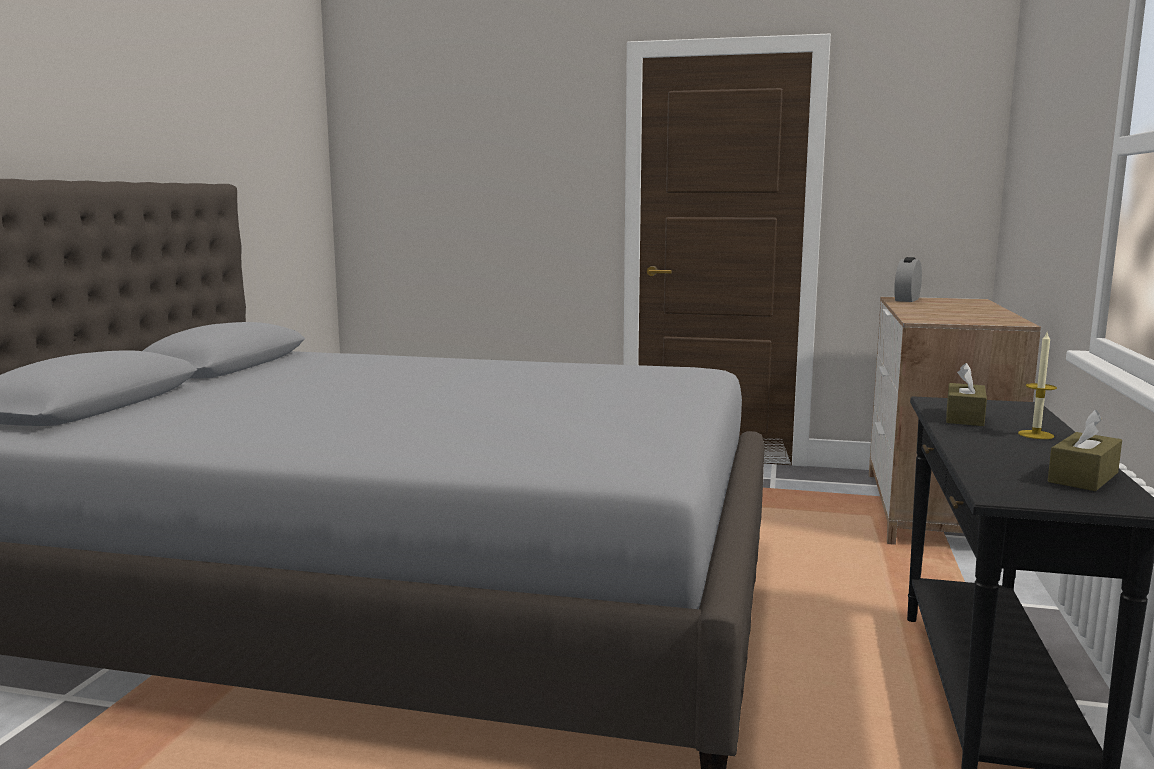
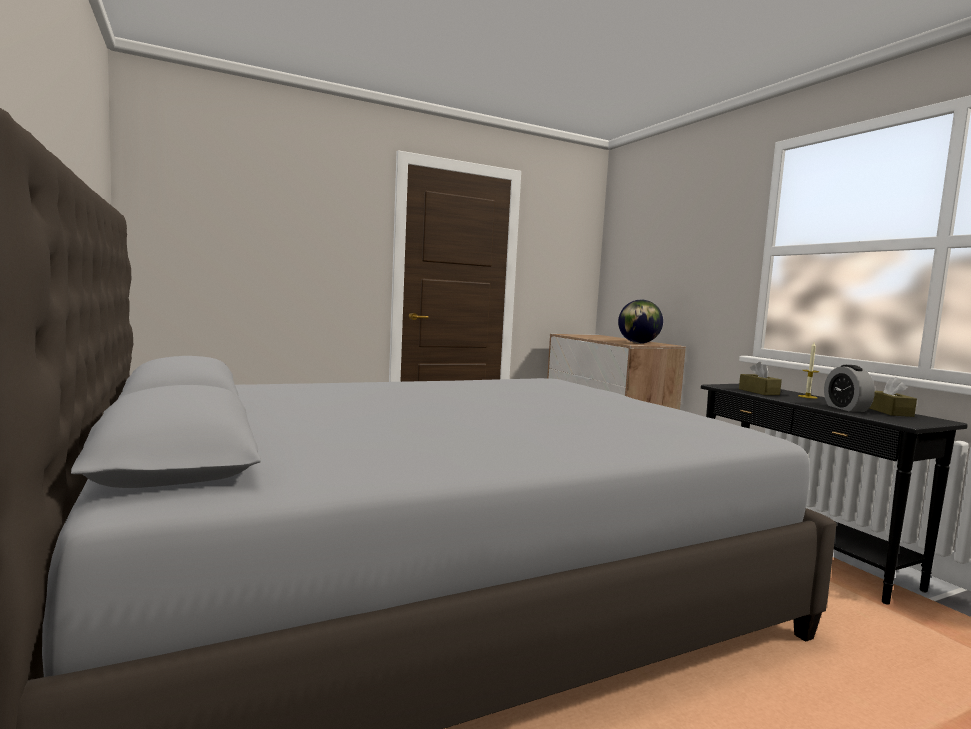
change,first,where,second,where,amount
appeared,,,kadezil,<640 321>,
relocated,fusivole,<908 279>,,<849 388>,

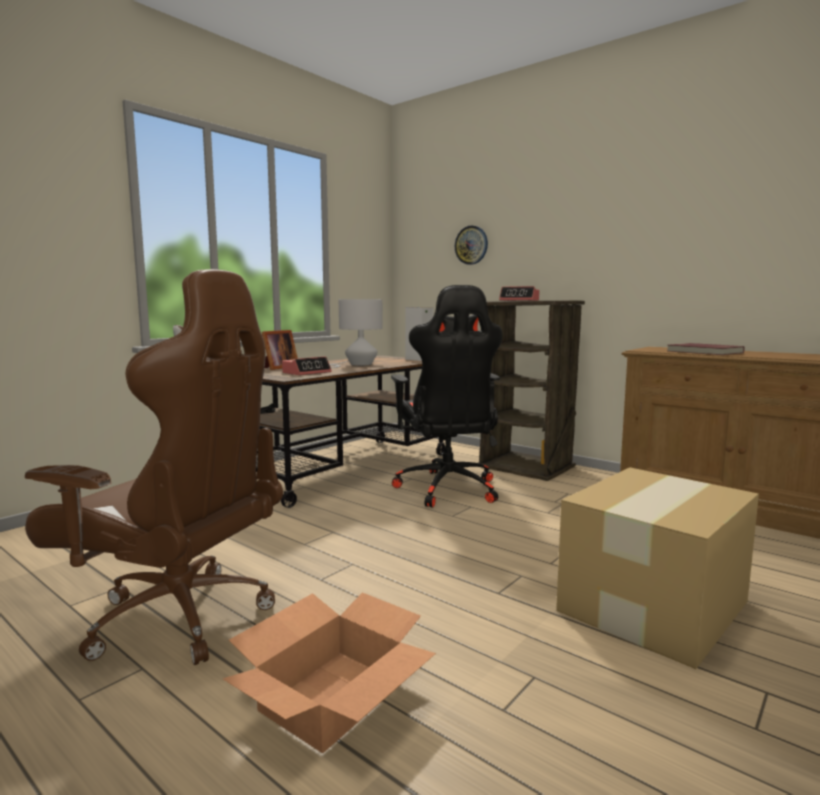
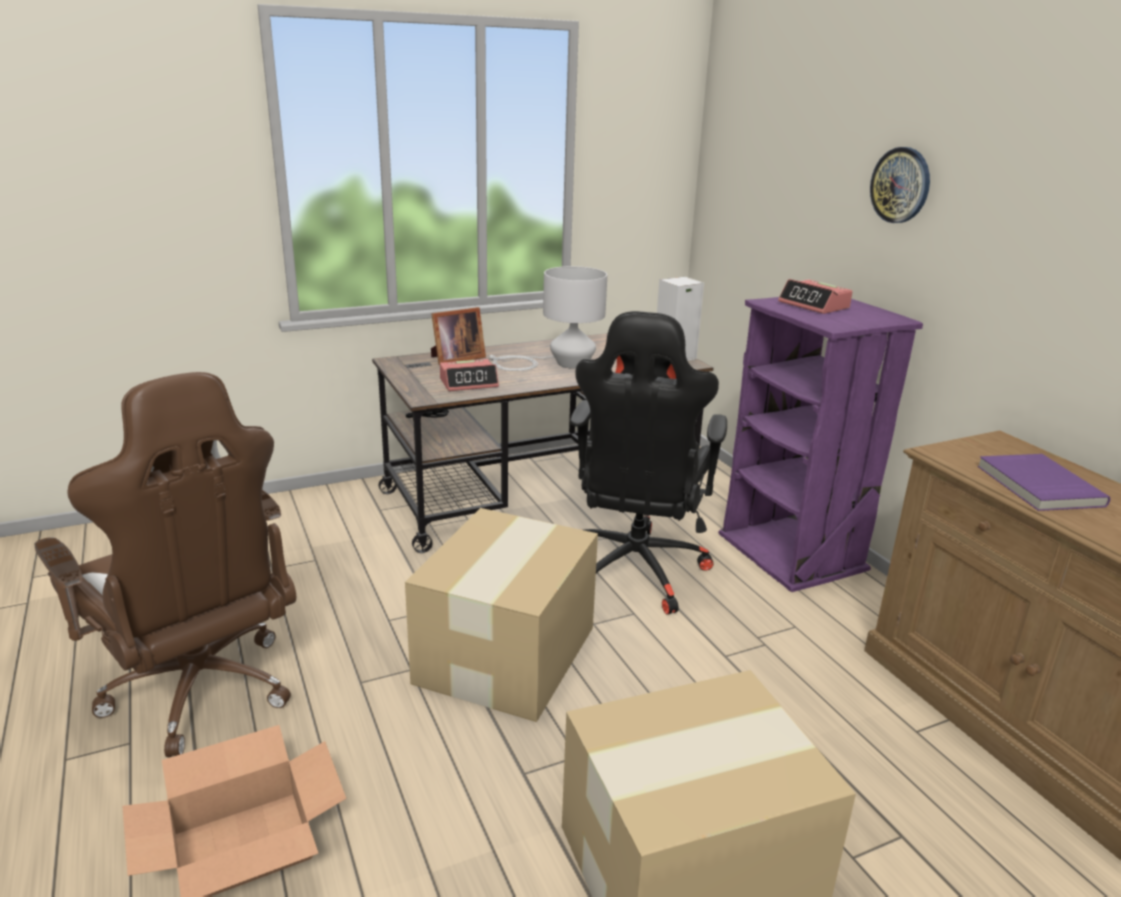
change,first,where,second,where,amount
appeared,,,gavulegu,<501 615>,
relocated,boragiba,<471 245>,,<900 185>,
colour,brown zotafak,<531 391>,purple zotafak,<820 444>,
colour,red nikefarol,<706 349>,purple nikefarol,<1044 482>,

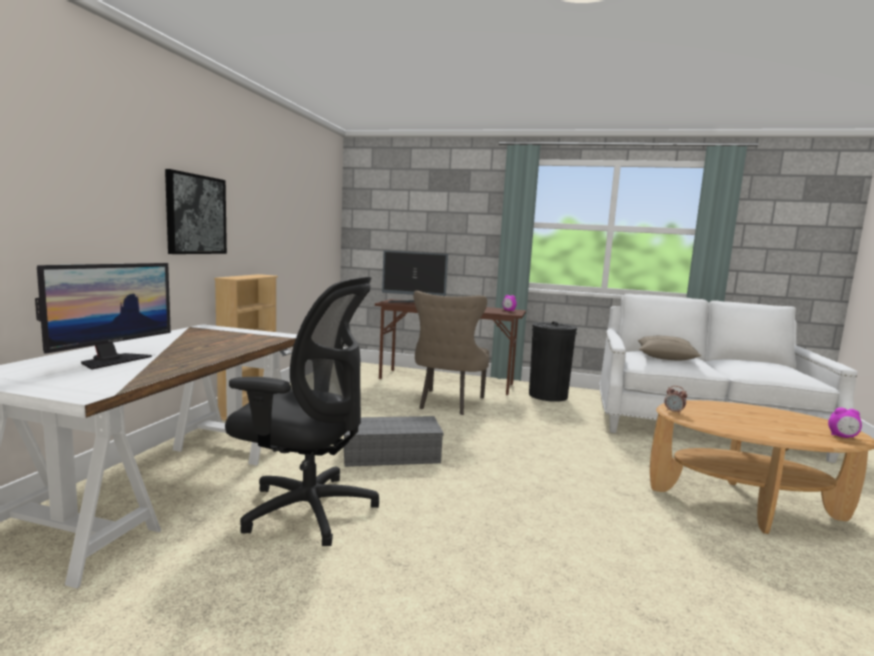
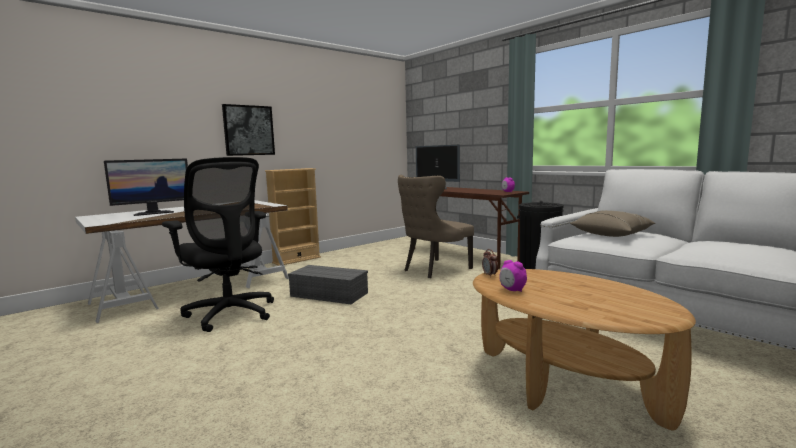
change,first,where,second,where,amount
relocated,fusivole,<845 423>,,<513 276>,

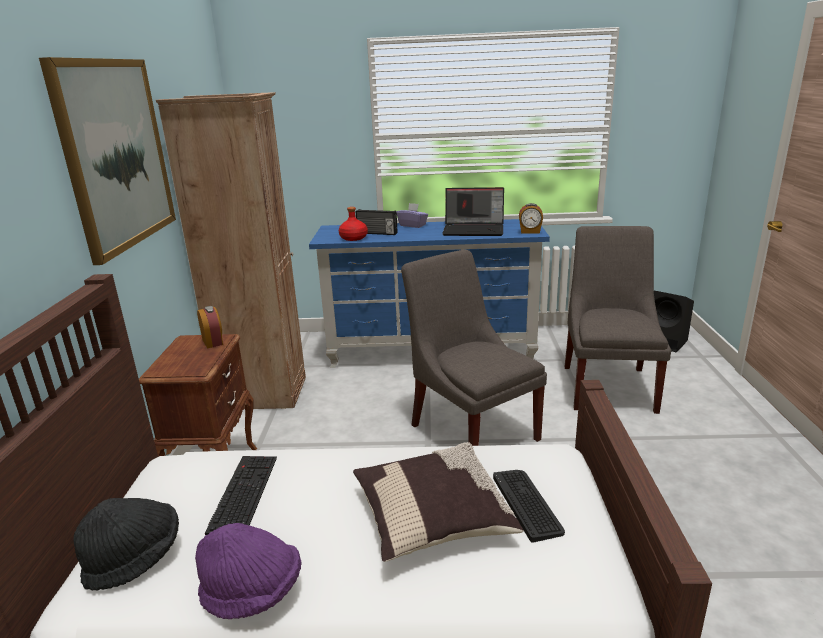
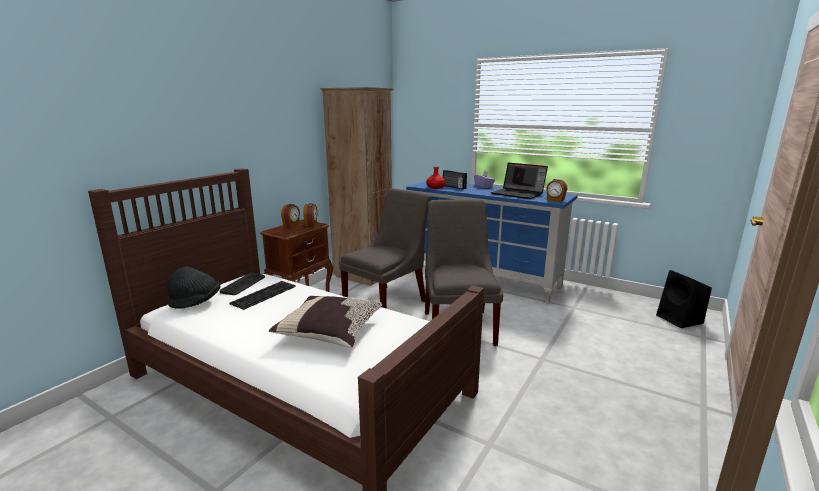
change,first,where,second,where,amount
missing,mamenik,<107 161>,,,
missing,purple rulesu,<248 571>,,,
appeared,,,fusivole,<290 216>,
relocated,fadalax,<529 506>,,<242 283>,
relocated,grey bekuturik,<617 320>,,<384 248>,

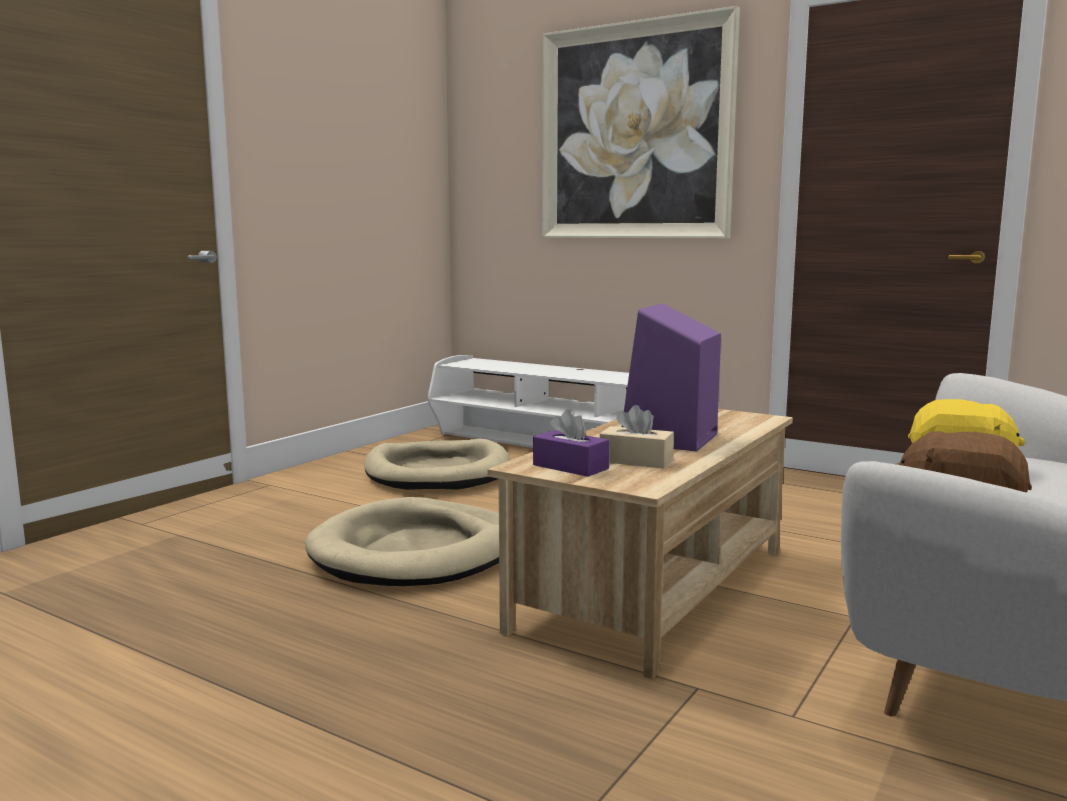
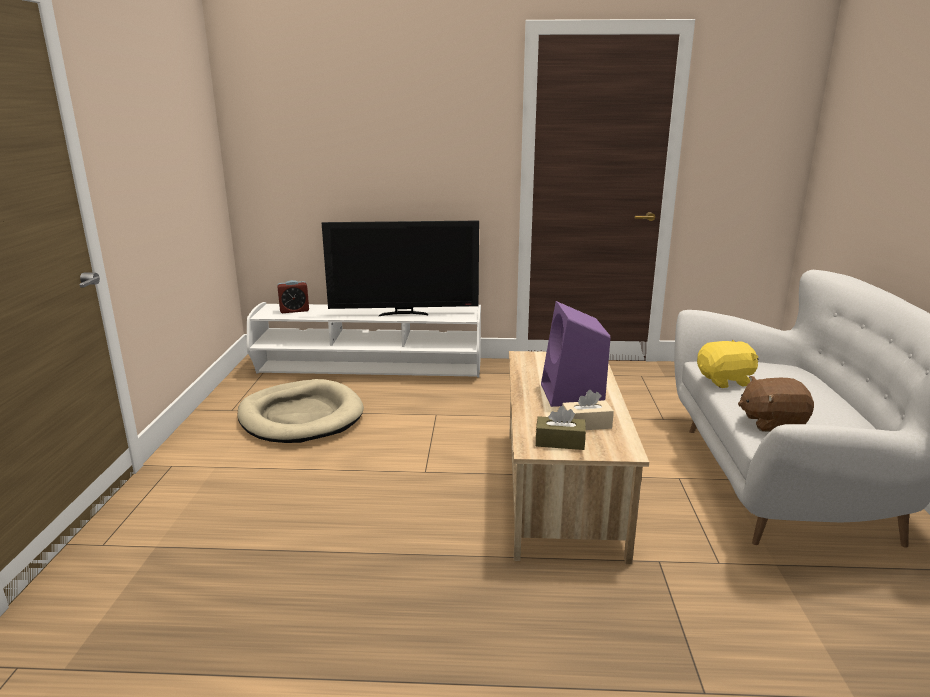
change,first,where,second,where,amount
missing,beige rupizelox,<402 541>,,,
missing,mamenik,<641 122>,,,
appeared,,,fusivole,<293 296>,
appeared,,,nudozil,<400 268>,
colour,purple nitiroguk,<571 443>,brown nitiroguk,<561 428>,

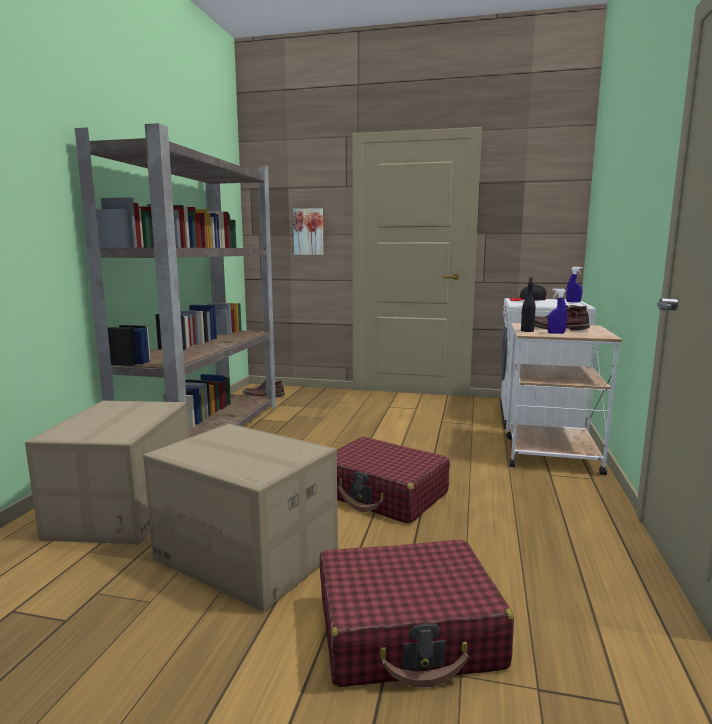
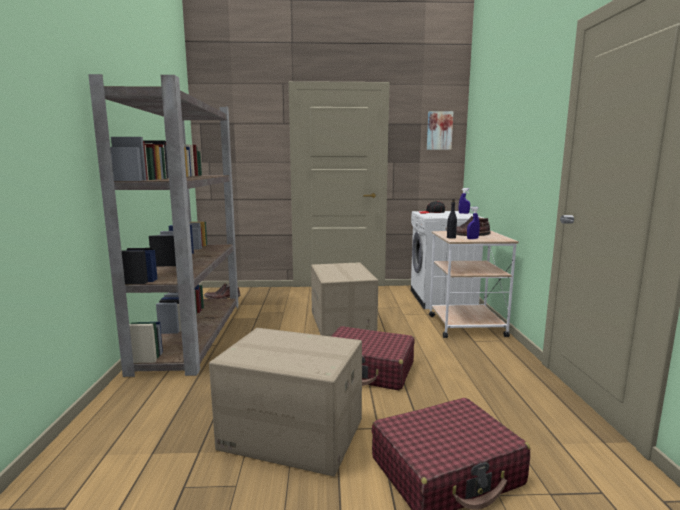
change,first,where,second,where,amount
relocated,gavulegu,<107 472>,,<344 299>,
relocated,mamenik,<308 231>,,<440 130>,

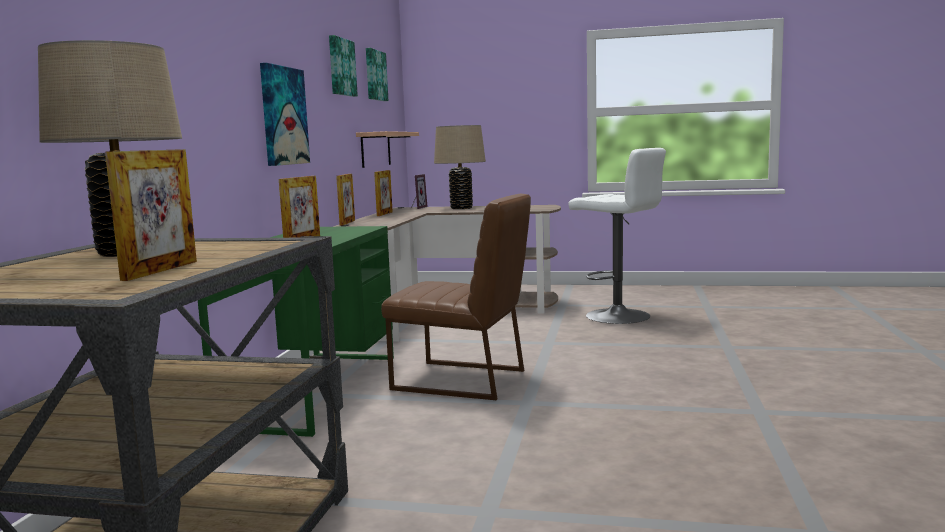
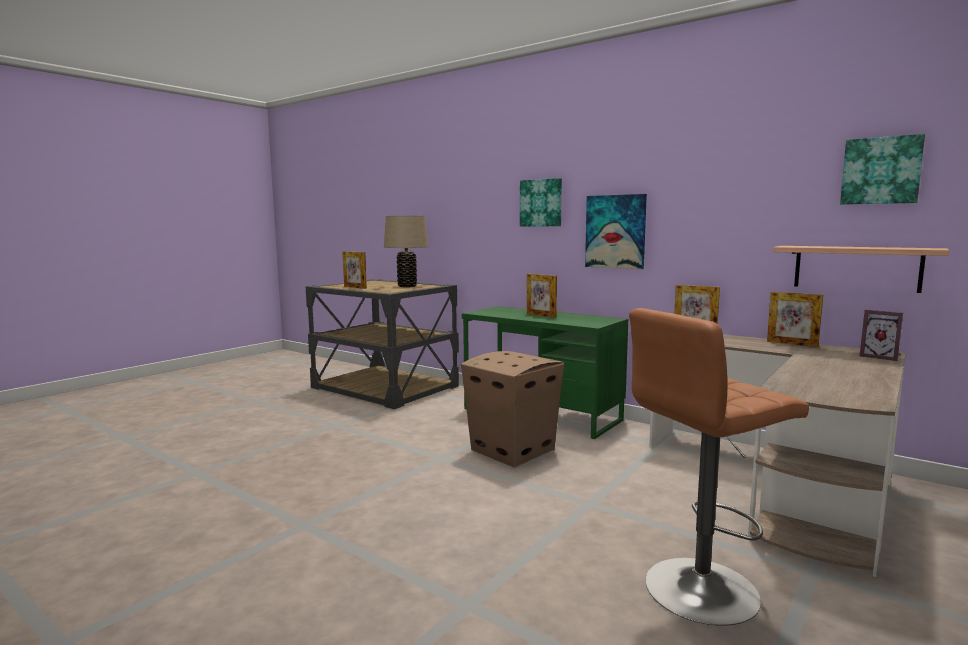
change,first,where,second,where,amount
missing,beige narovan,<460 167>,,,
relocated,mamenik,<343 66>,,<541 202>,
exchanged,brown bekuturik,<456 297>,gavulegu,<512 409>,
colour,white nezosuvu,<617 236>,brown nezosuvu,<719 467>,

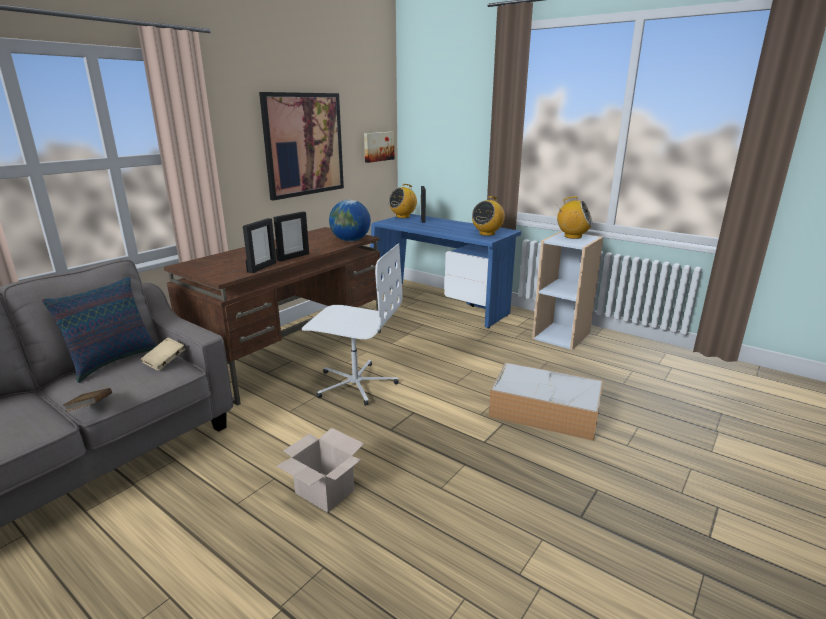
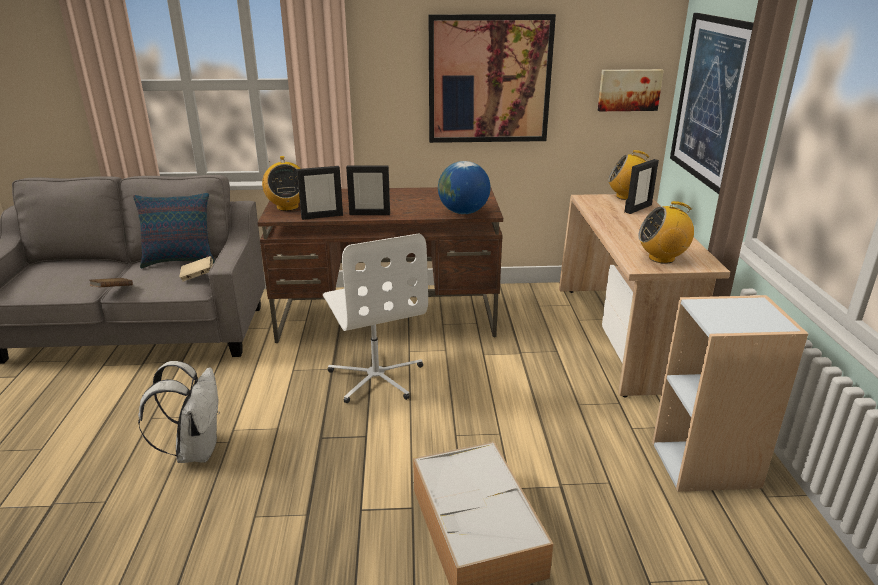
change,first,where,second,where,amount
appeared,,,mamenik,<712 103>,
relocated,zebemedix,<574 217>,,<281 183>,
exchanged,gavulegu,<320 470>,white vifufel,<179 412>,
colour,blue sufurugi,<445 271>,beige sufurugi,<644 296>,

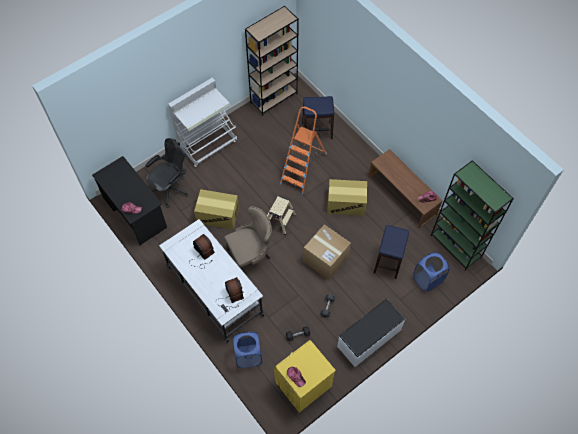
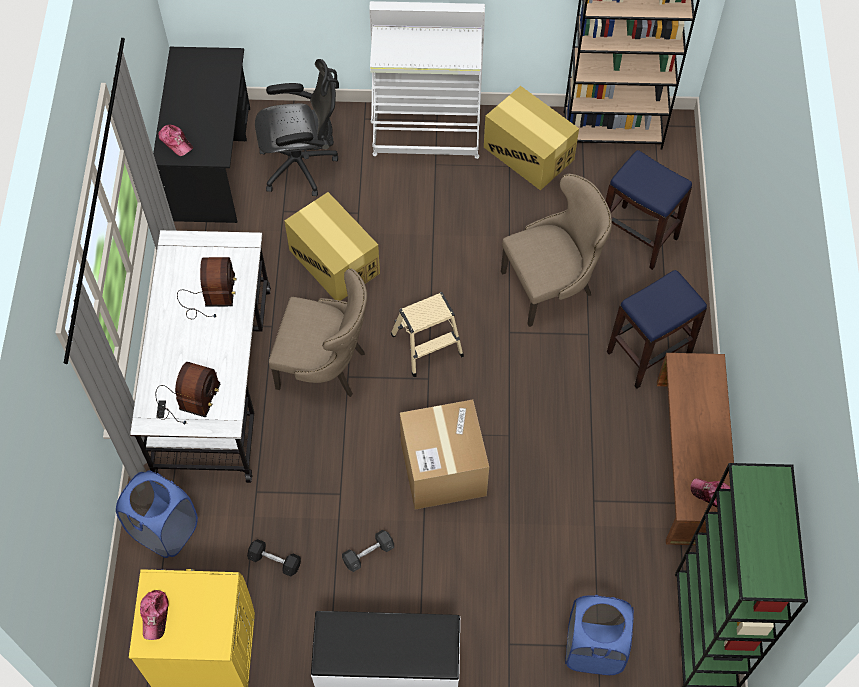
change,first,where,second,where,amount
relocated,gavulegu,<347 197>,,<531 138>,
relocated,nezosuvu,<391 252>,,<657 329>,
exchanged,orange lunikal,<303 151>,beige bekuturik,<556 250>,

